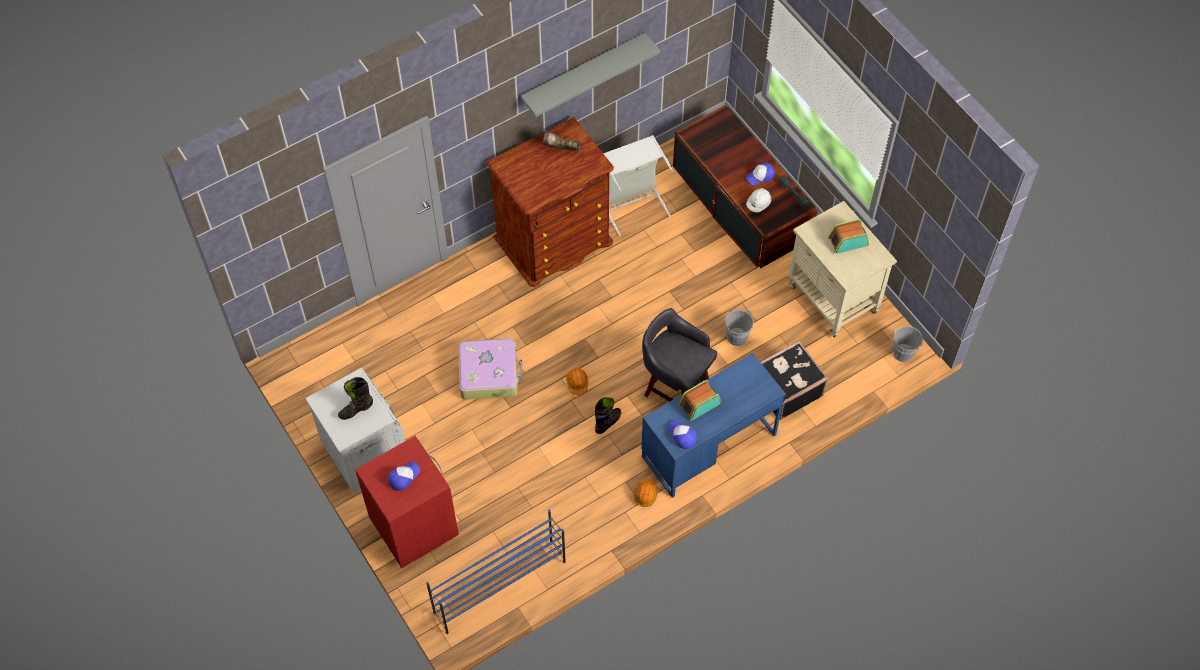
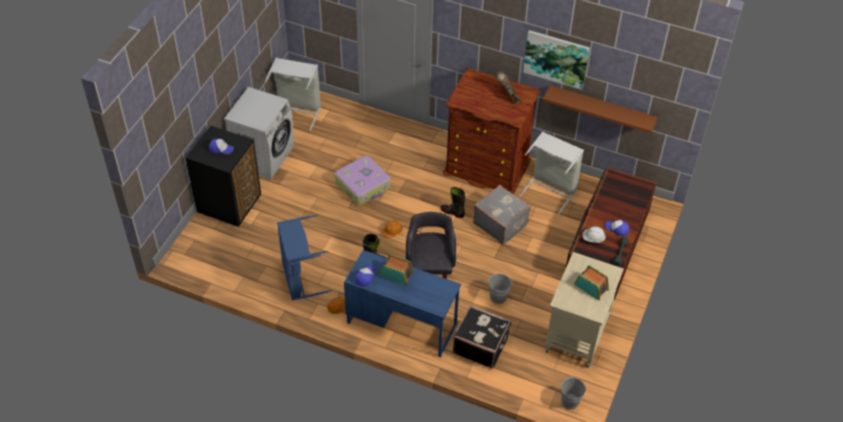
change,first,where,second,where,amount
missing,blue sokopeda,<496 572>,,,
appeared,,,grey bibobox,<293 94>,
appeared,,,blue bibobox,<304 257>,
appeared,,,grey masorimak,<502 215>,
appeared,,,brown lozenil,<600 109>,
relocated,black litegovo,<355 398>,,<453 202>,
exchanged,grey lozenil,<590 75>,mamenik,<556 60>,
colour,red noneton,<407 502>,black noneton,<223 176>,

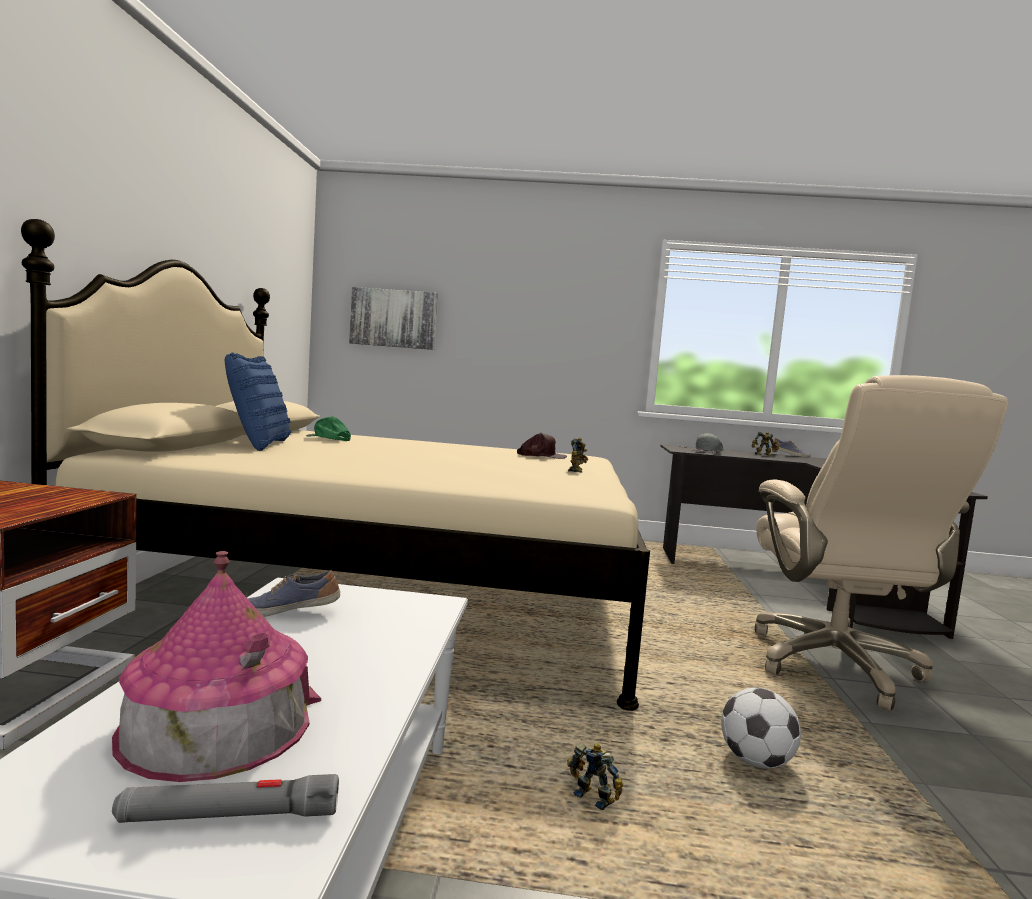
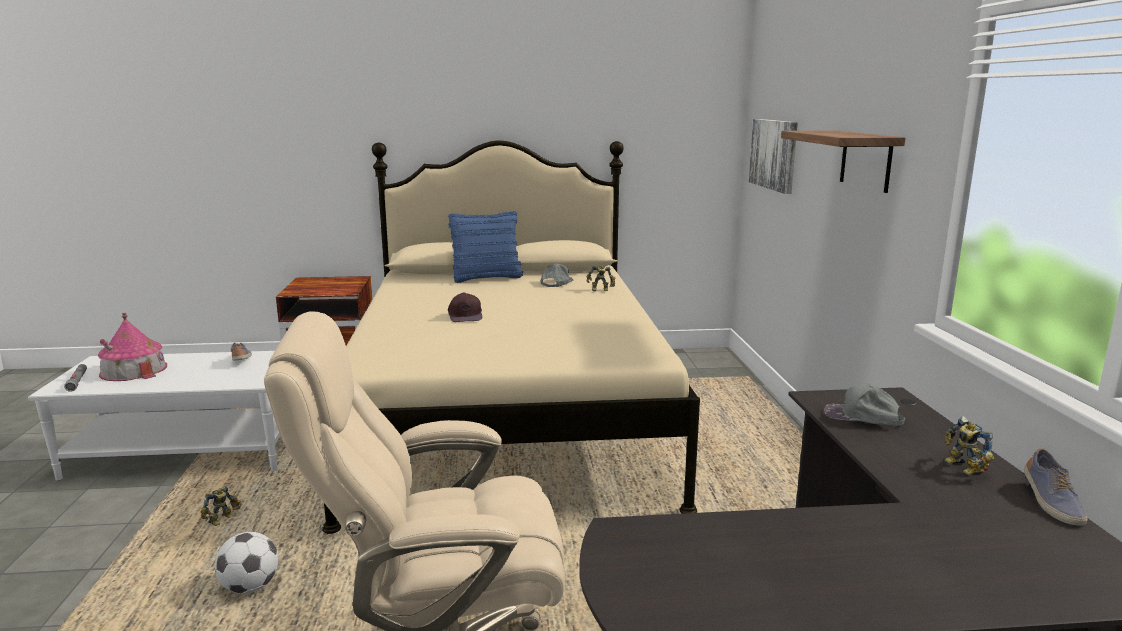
change,first,where,second,where,amount
appeared,,,lozenil,<843 161>,
relocated,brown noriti,<542 446>,,<465 307>,
relocated,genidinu,<578 455>,,<601 278>,
colour,green noriti,<328 428>,grey noriti,<557 275>,

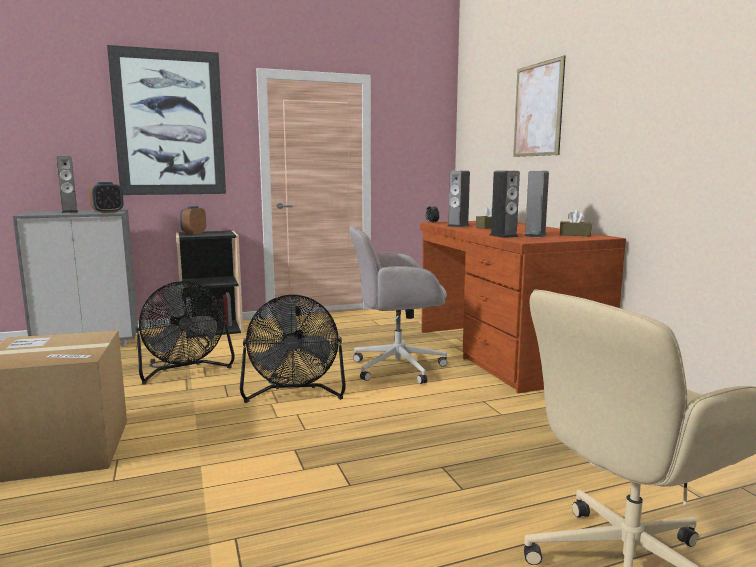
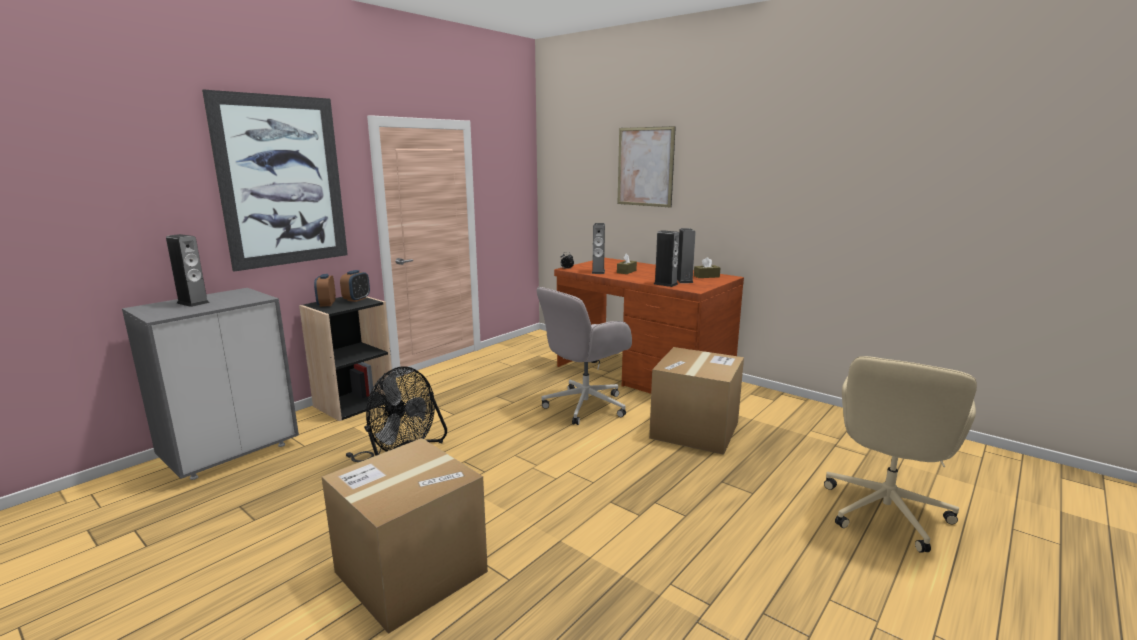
change,first,where,second,where,amount
missing,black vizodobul,<293 349>,,,
appeared,,,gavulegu,<696 401>,
relocated,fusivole,<106 197>,,<355 286>,

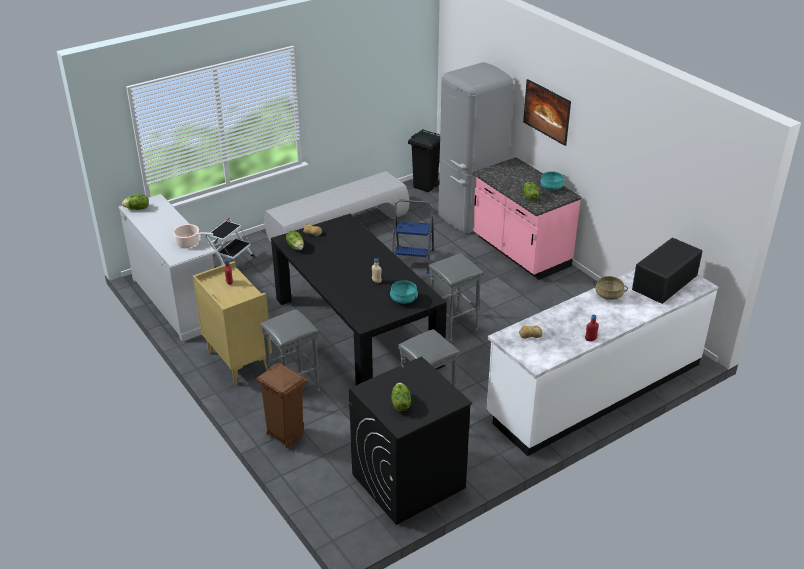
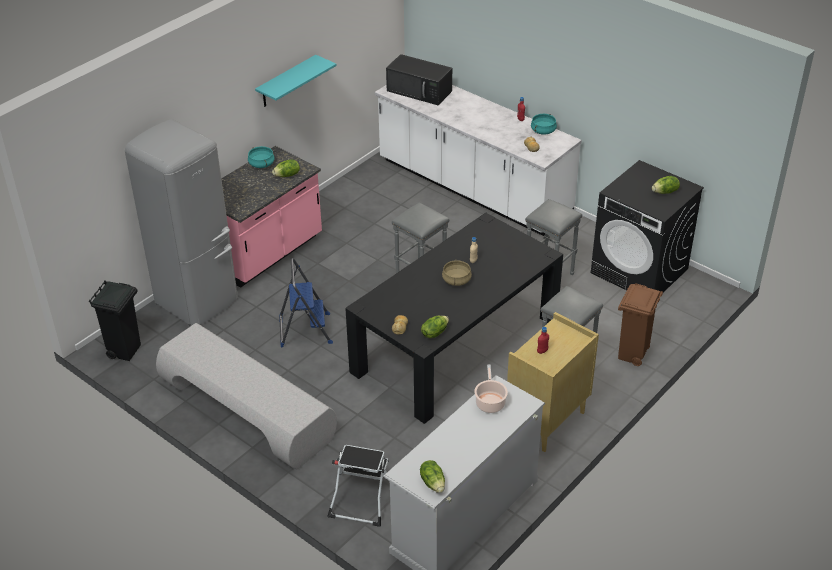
change,first,where,second,where,amount
missing,mamenik,<547 112>,,,
appeared,,,turquoise lozenil,<295 81>,
relocated,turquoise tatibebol,<404 292>,,<544 124>,
relocated,beige tatibebol,<611 288>,,<457 273>,

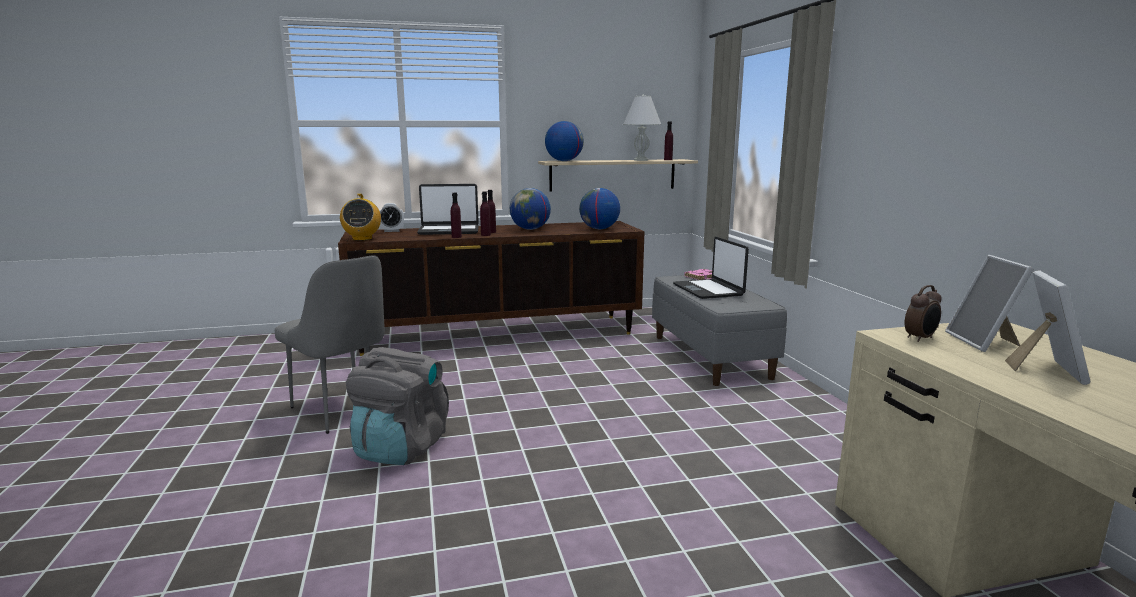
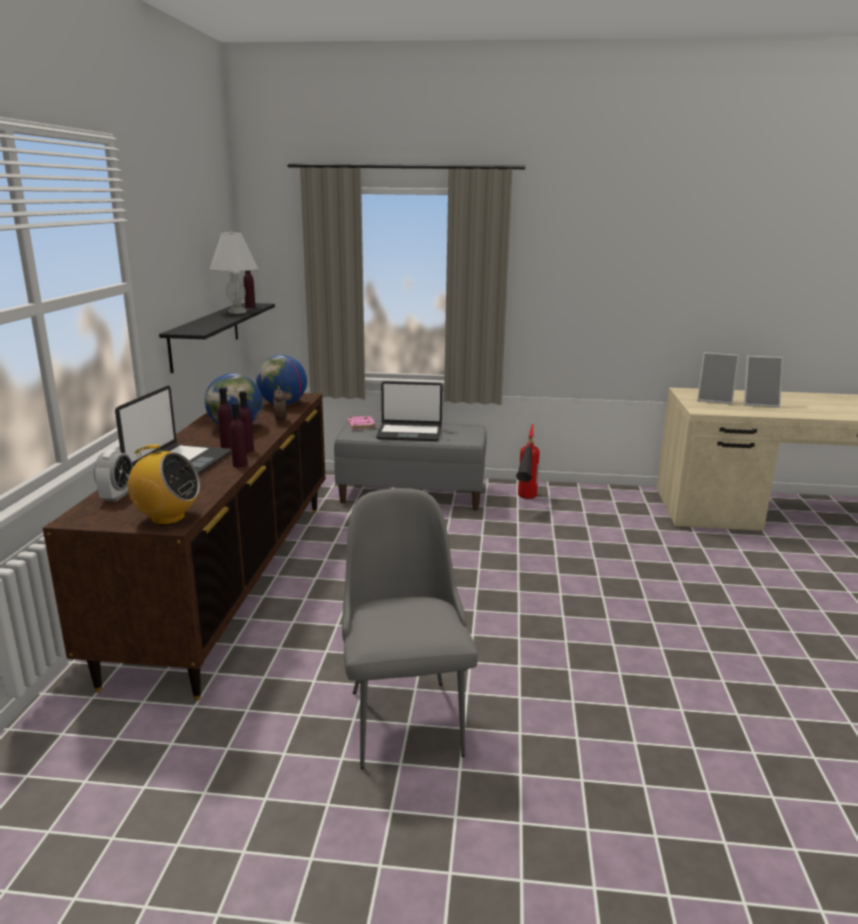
change,first,where,second,where,amount
missing,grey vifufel,<397 406>,,,
missing,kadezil,<564 141>,,,
appeared,,,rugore,<528 461>,
relocated,fusivole,<923 313>,,<280 404>,
colour,beige lozenil,<618 175>,black lozenil,<217 338>,
spun,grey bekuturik,<330 344>,,<410 629>,75 degrees counterclockwise
spun,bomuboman,<1047 327>,,<763 381>,150 degrees clockwise

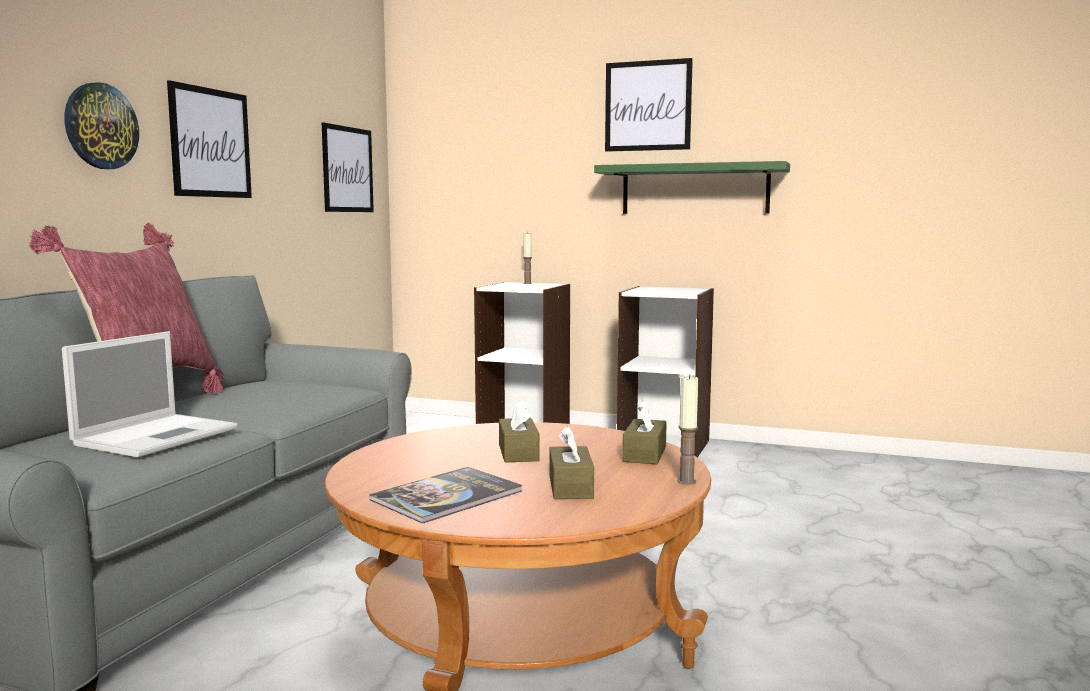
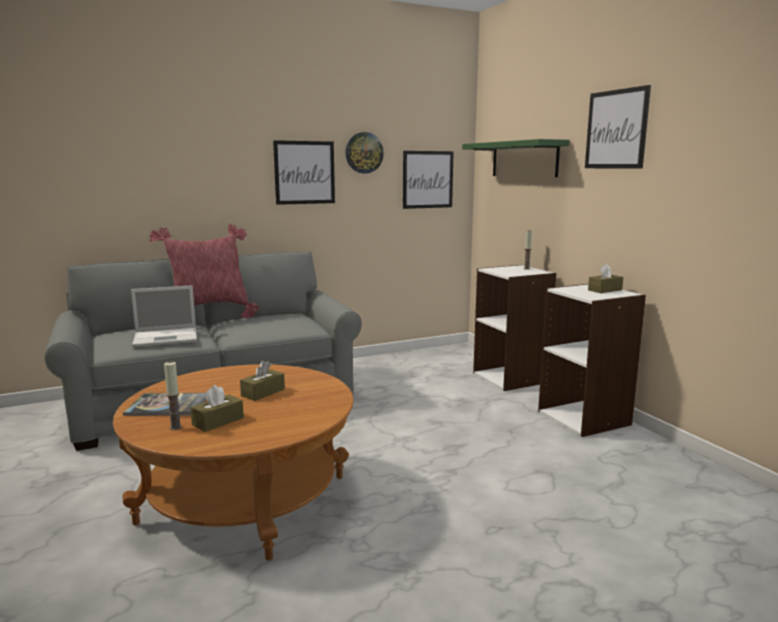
change,first,where,second,where,amount
relocated,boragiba,<101 125>,,<364 153>,
relocated,green lozenil,<692 187>,,<515 158>,
relocated,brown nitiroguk,<645 432>,,<605 278>,
relocated,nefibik,<688 429>,,<173 396>,

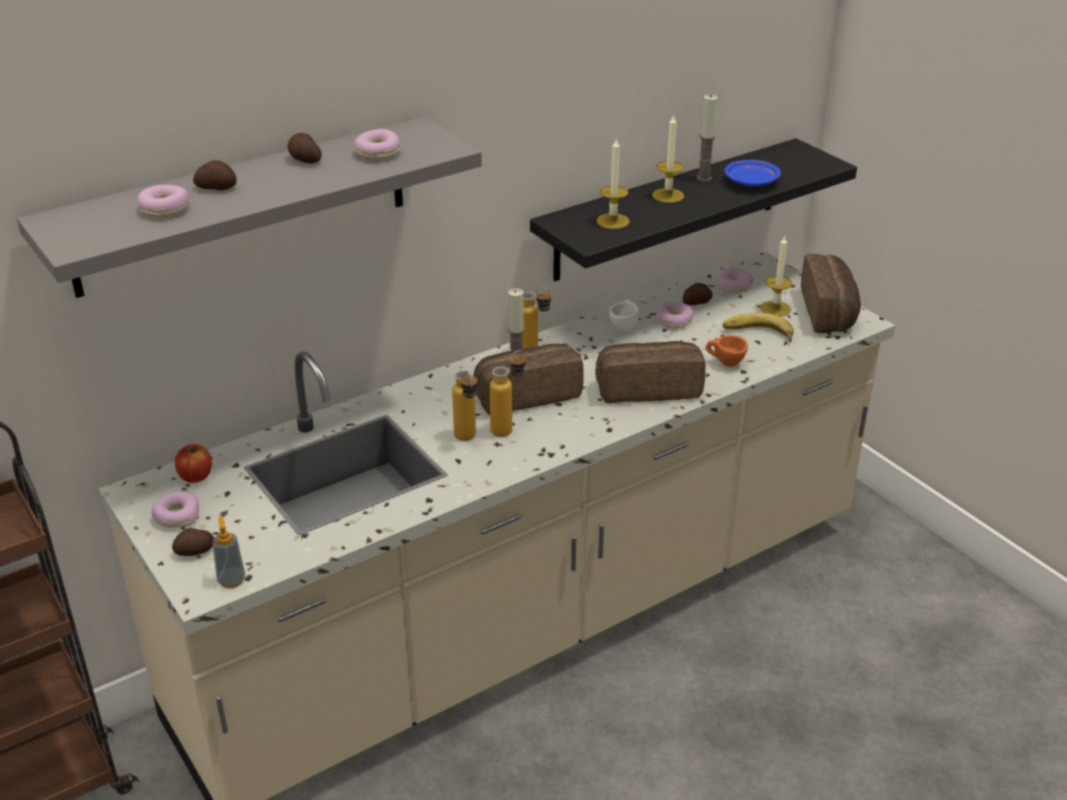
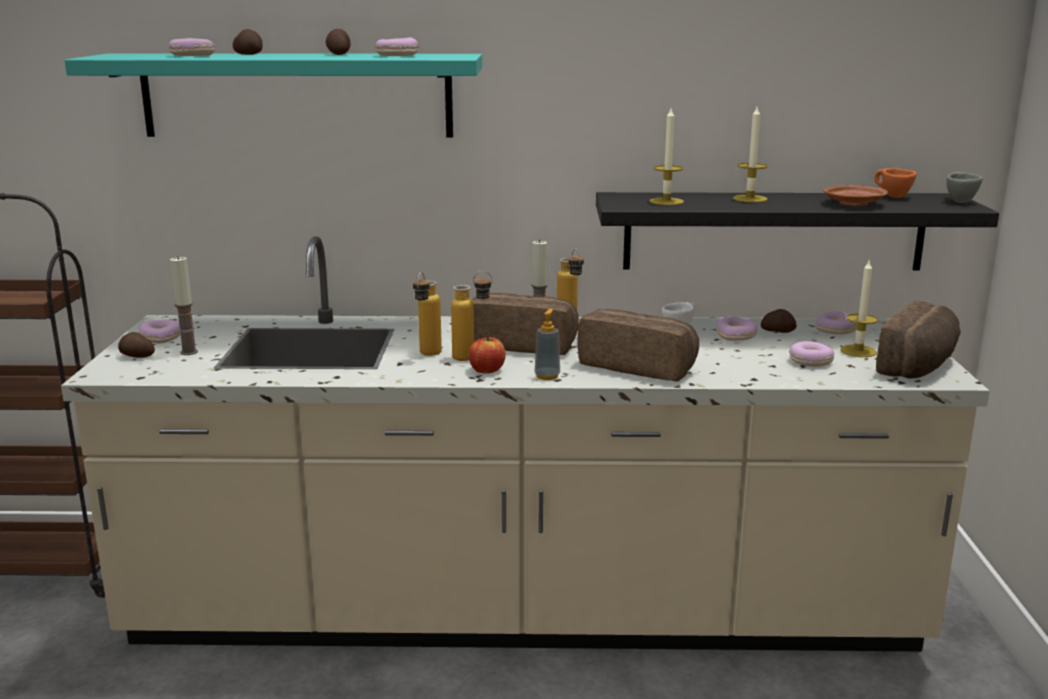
change,first,where,second,where,amount
appeared,,,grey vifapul,<964 187>,
relocated,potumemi,<193 463>,,<487 355>,
relocated,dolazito,<228 551>,,<547 344>,
relocated,nefibik,<707 138>,,<184 305>,
relocated,orange vifapul,<727 351>,,<895 183>,
exchanged,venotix,<758 327>,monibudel,<811 354>,
colour,grey lozenil,<249 207>,turquoise lozenil,<273 95>,
colour,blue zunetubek,<752 173>,brown zunetubek,<855 195>,

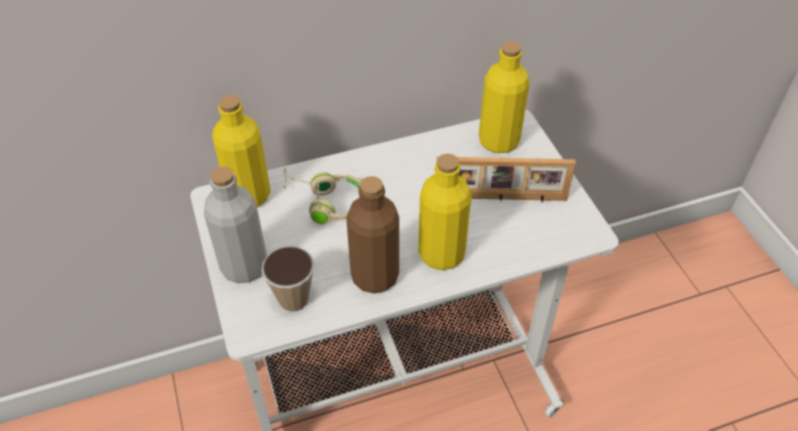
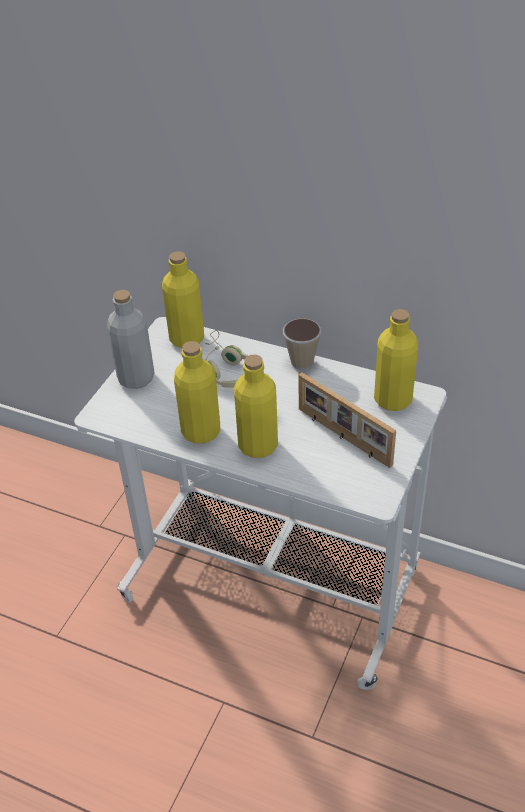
change,first,where,second,where,amount
relocated,vifapul,<287 278>,,<302 344>,
colour,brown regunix,<372 235>,yellow regunix,<197 392>,

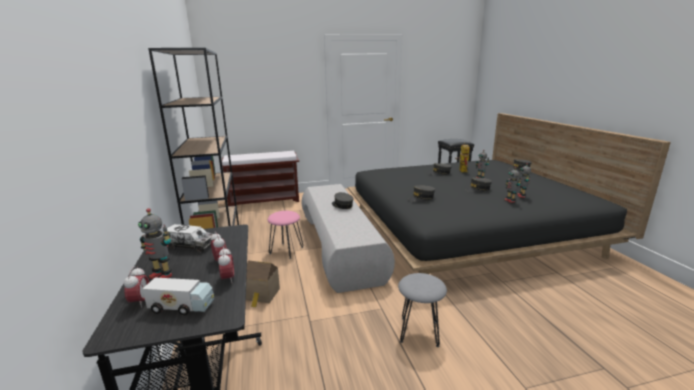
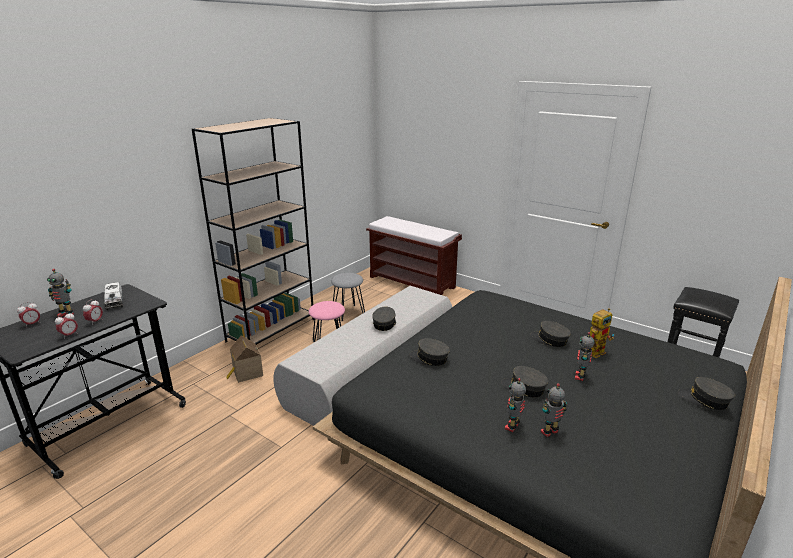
change,first,where,second,where,amount
missing,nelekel,<178 296>,,,
relocated,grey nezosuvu,<422 310>,,<348 297>,
spun,genidinu,<155 243>,,<60 293>,60 degrees counterclockwise

